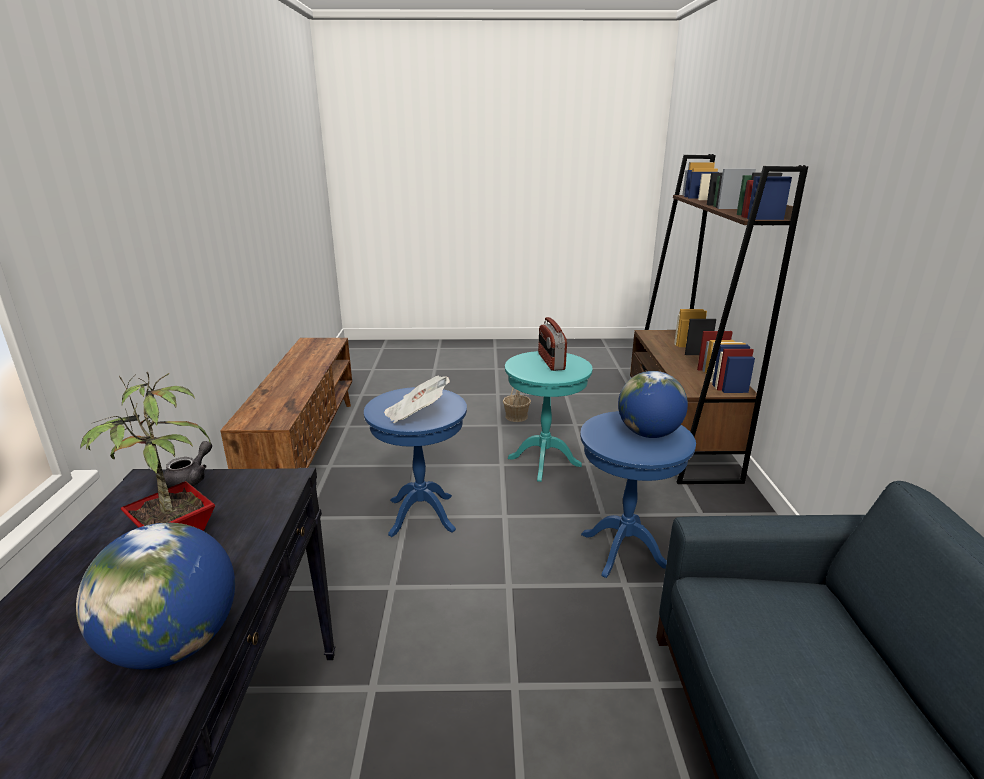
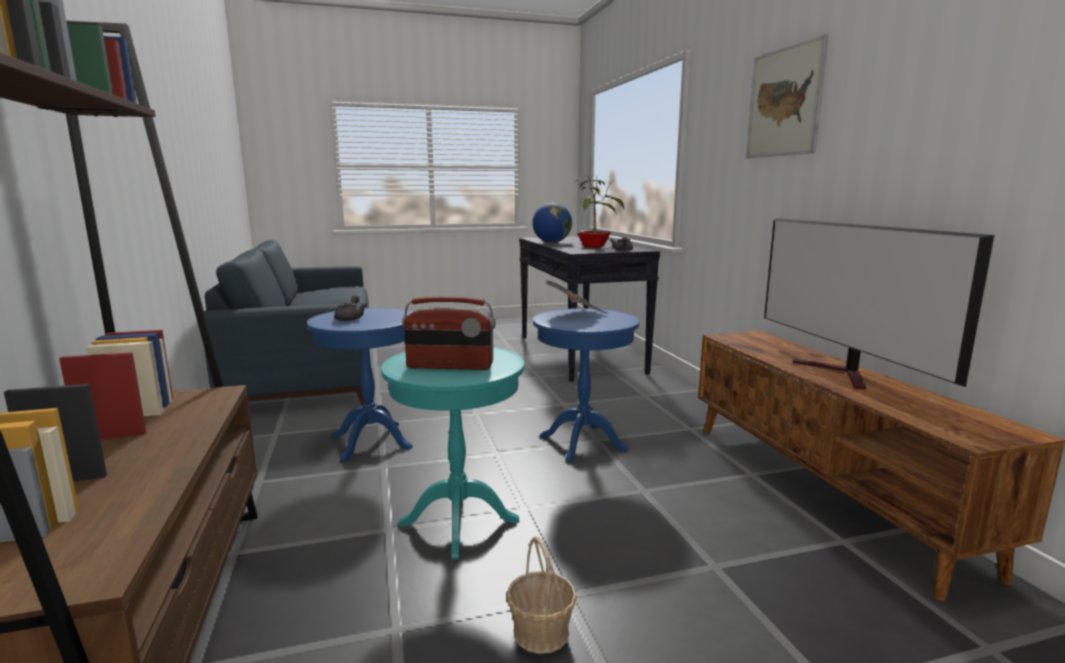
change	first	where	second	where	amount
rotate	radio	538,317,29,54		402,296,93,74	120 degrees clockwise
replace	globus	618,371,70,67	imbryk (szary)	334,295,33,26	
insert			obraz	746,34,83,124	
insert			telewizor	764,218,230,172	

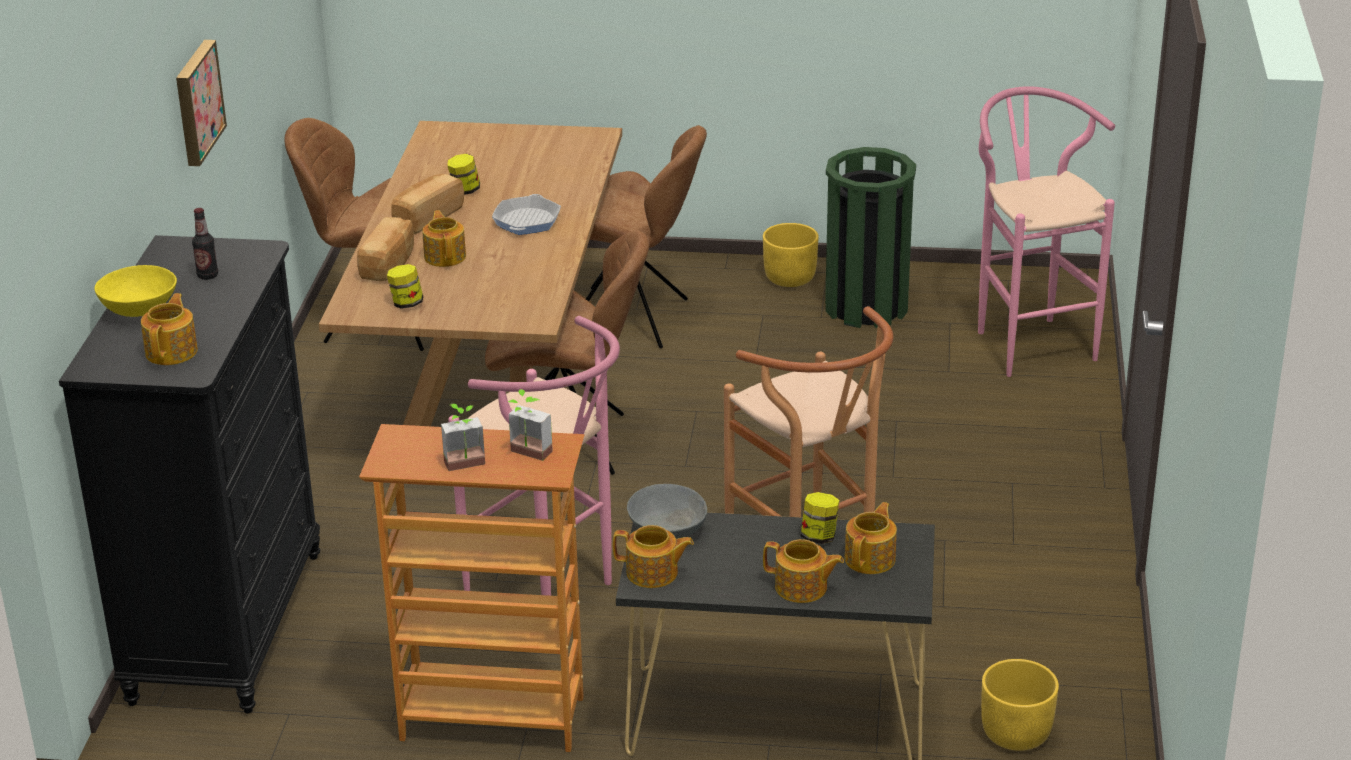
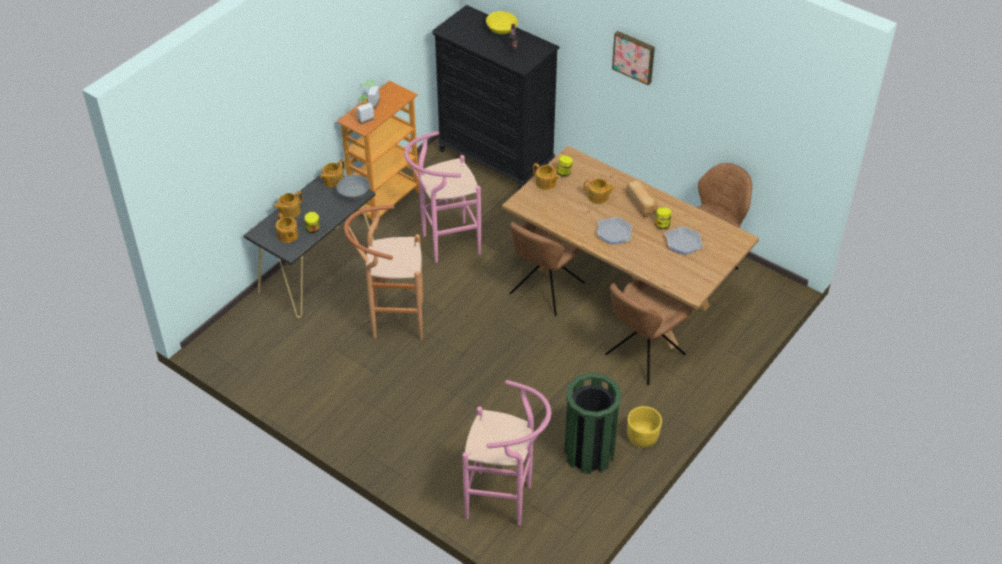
change	first	where	second	where	amount
move	imbryk	141,293,57,72		533,163,28,27	
delete	chleb	357,217,57,64			
delete	donica (żółty)	981,659,78,92			
insert			patelnia	665,226,39,29	

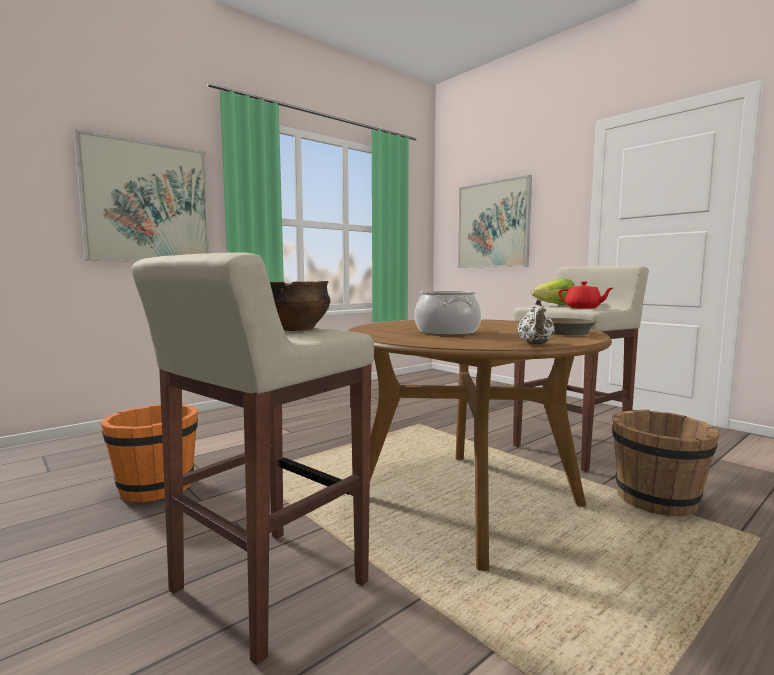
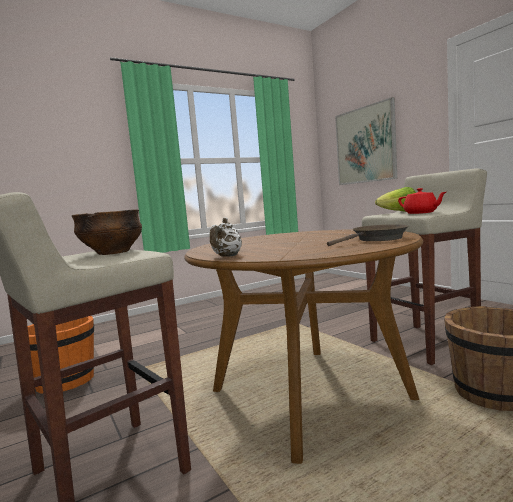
change	first	where	second	where	amount
delete	obraz	74,129,136,132			
delete	garnek	415,291,66,44			
move	imbryk (biały)	517,299,38,46		210,218,32,39	

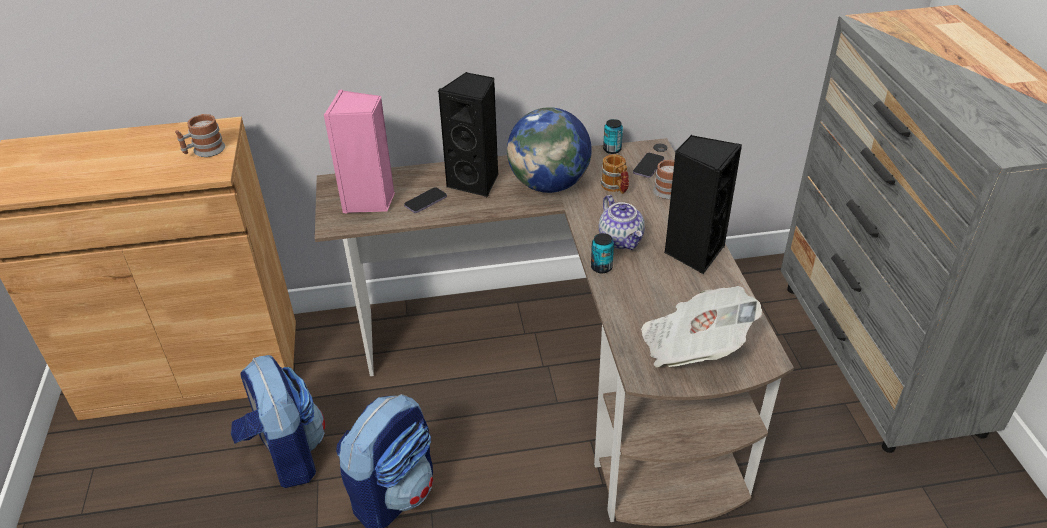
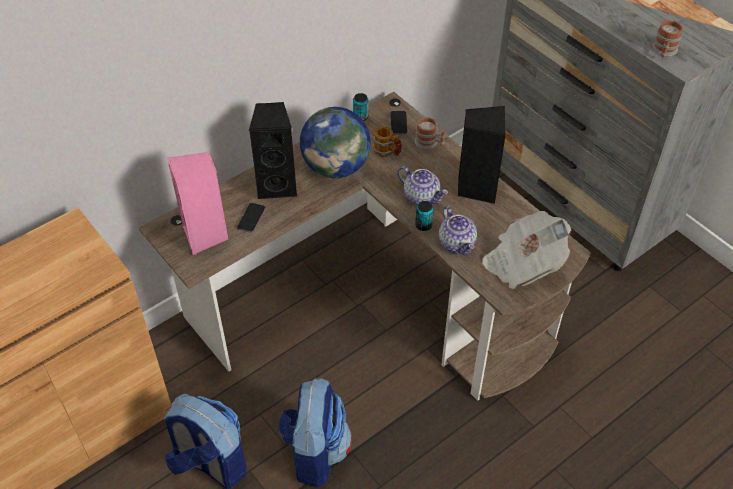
change	first	where	second	where	amount
move	kubek	175,114,50,43		652,20,31,38	
insert			imbryk	439,206,38,49	

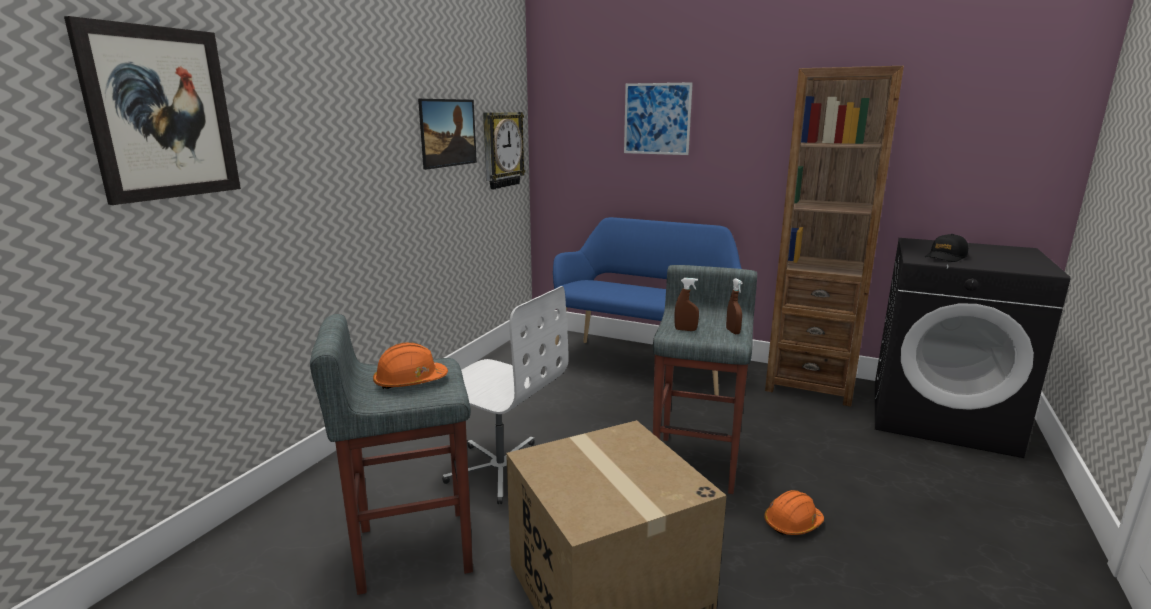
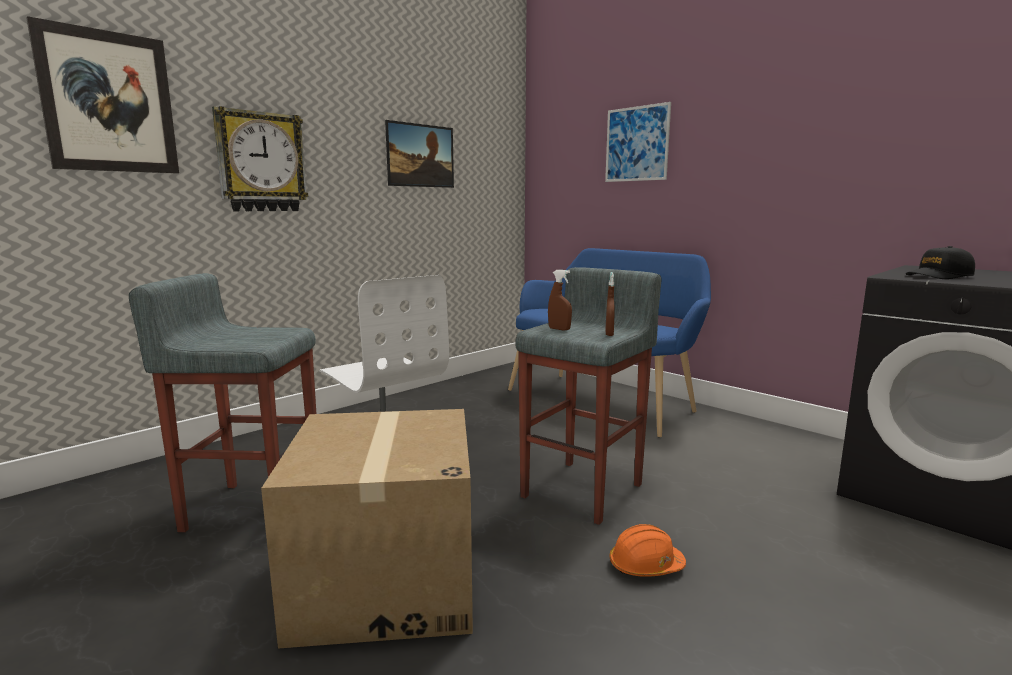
change	first	where	second	where	amount
delete	kask (pomarańczowy)	373,342,75,47			
move	zegar ścienny	483,112,42,77		212,106,96,105	
delete	regał (brązowy)	765,66,139,341			

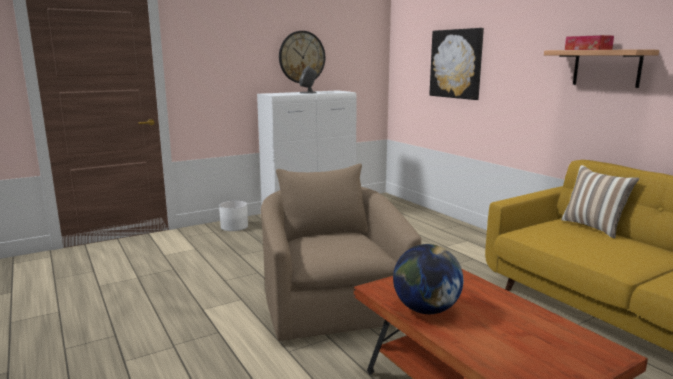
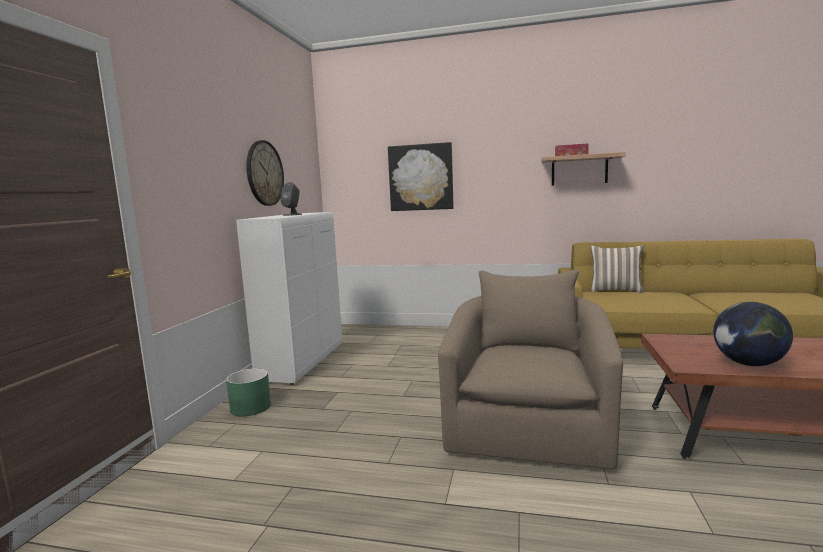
change	first	where	second	where	amount
recolor	donica (biały)	219,201,29,30	donica (zielony)	226,368,45,48	
rotate	fotel (beżowy)	261,164,160,177		438,270,185,200	75 degrees clockwise

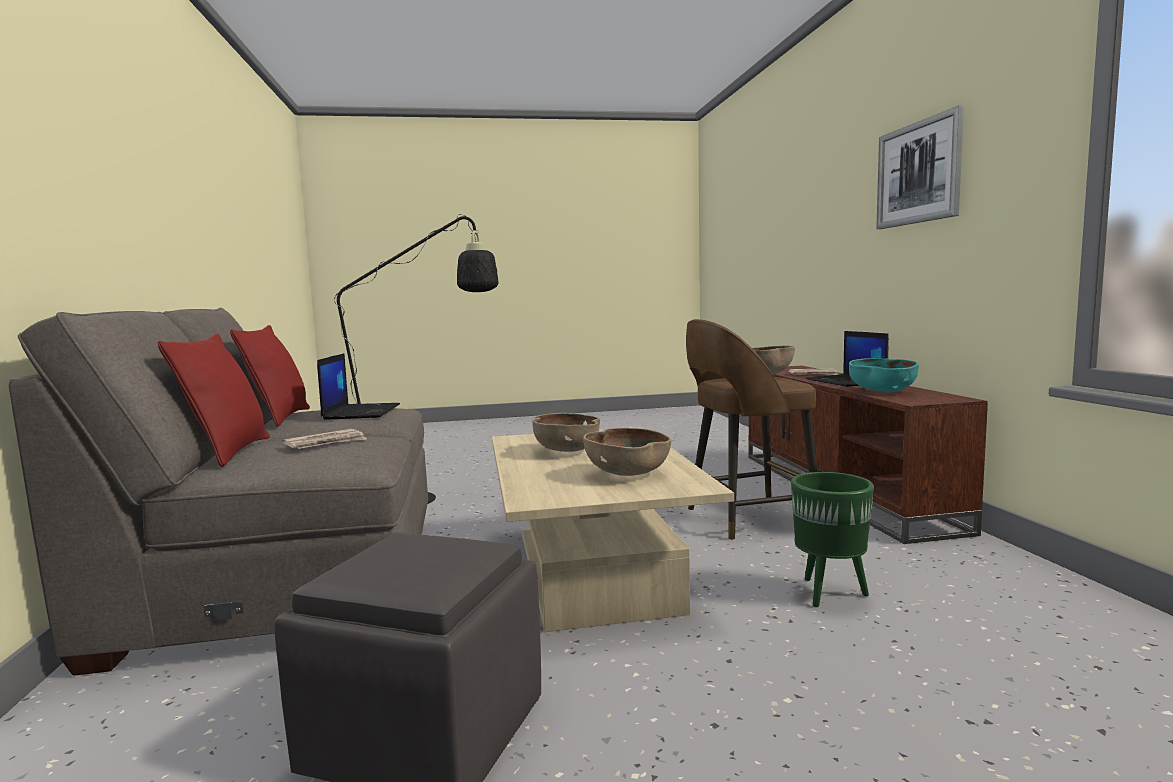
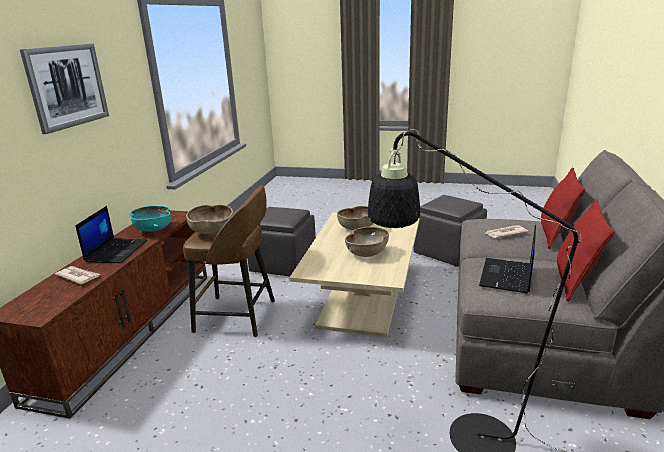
change	first	where	second	where	amount
replace	donica (zielony)	791,472,83,135	pufa (szary)	247,207,69,69	

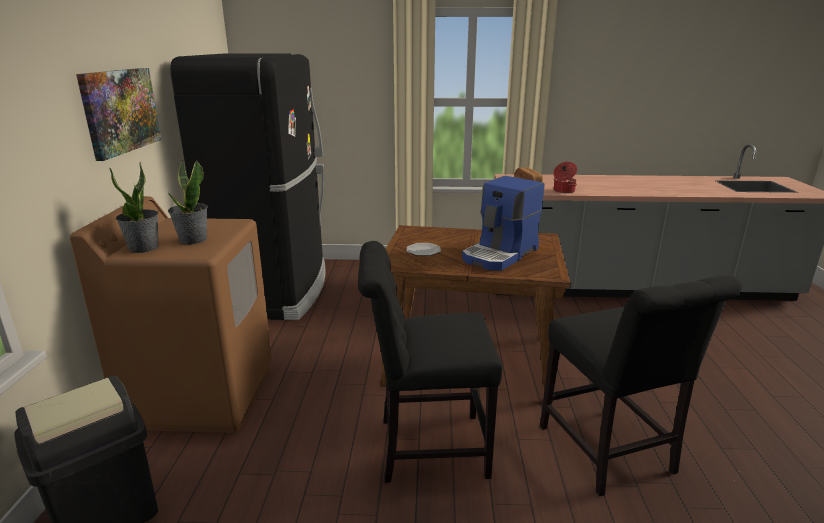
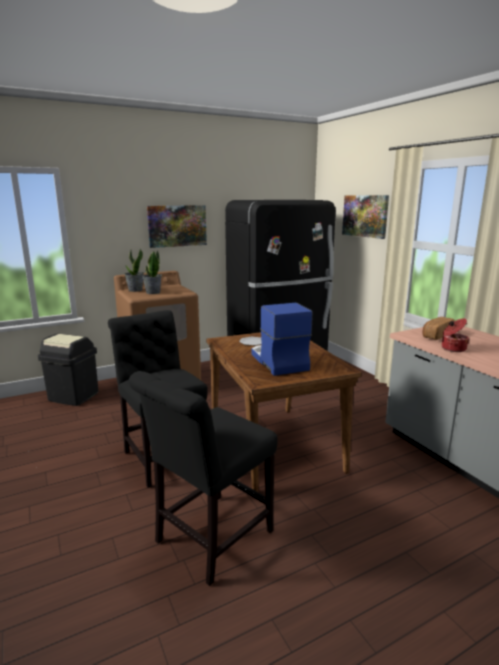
change	first	where	second	where	amount
rotate	ekspres do kawy	462,176,82,95		252,303,61,73	60 degrees clockwise
insert			obraz	342,195,47,44	

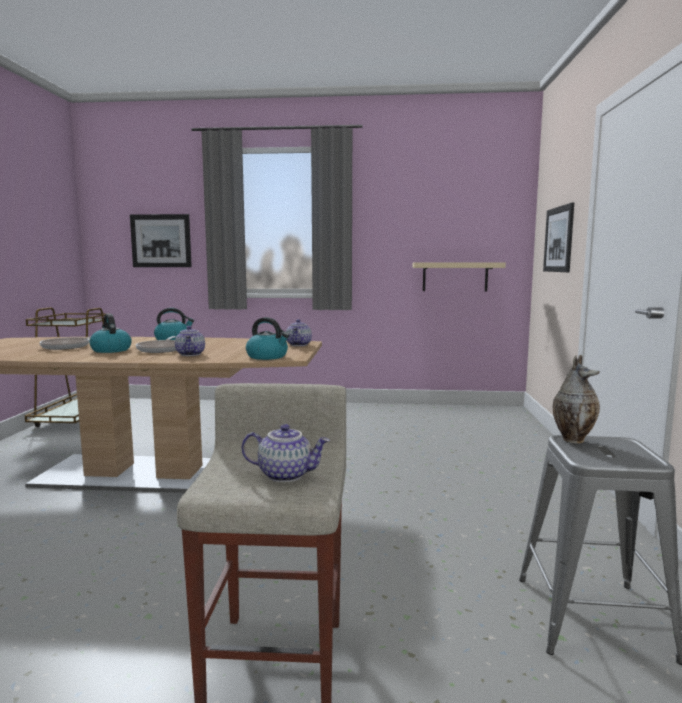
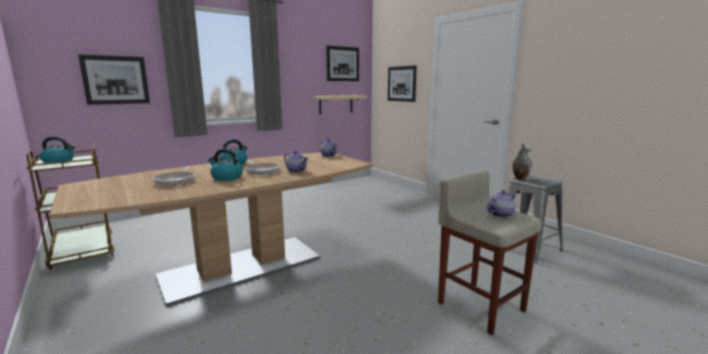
change	first	where	second	where	amount
move	czajnik	246,317,43,43		40,136,35,27	
insert			obraz	326,46,33,35	

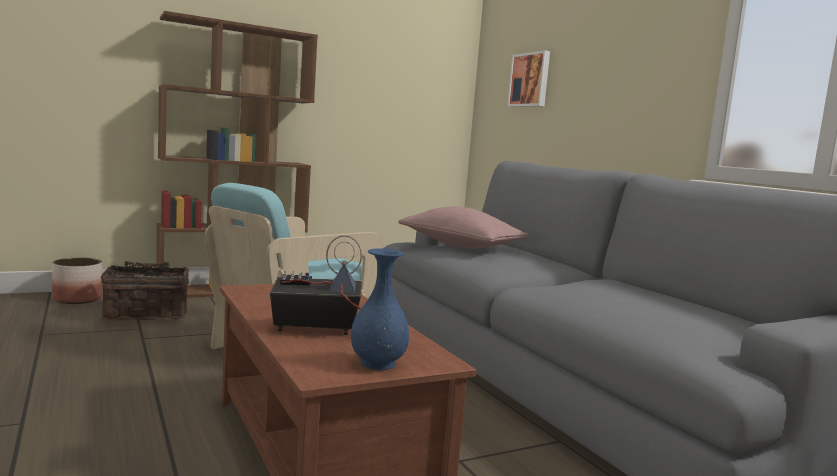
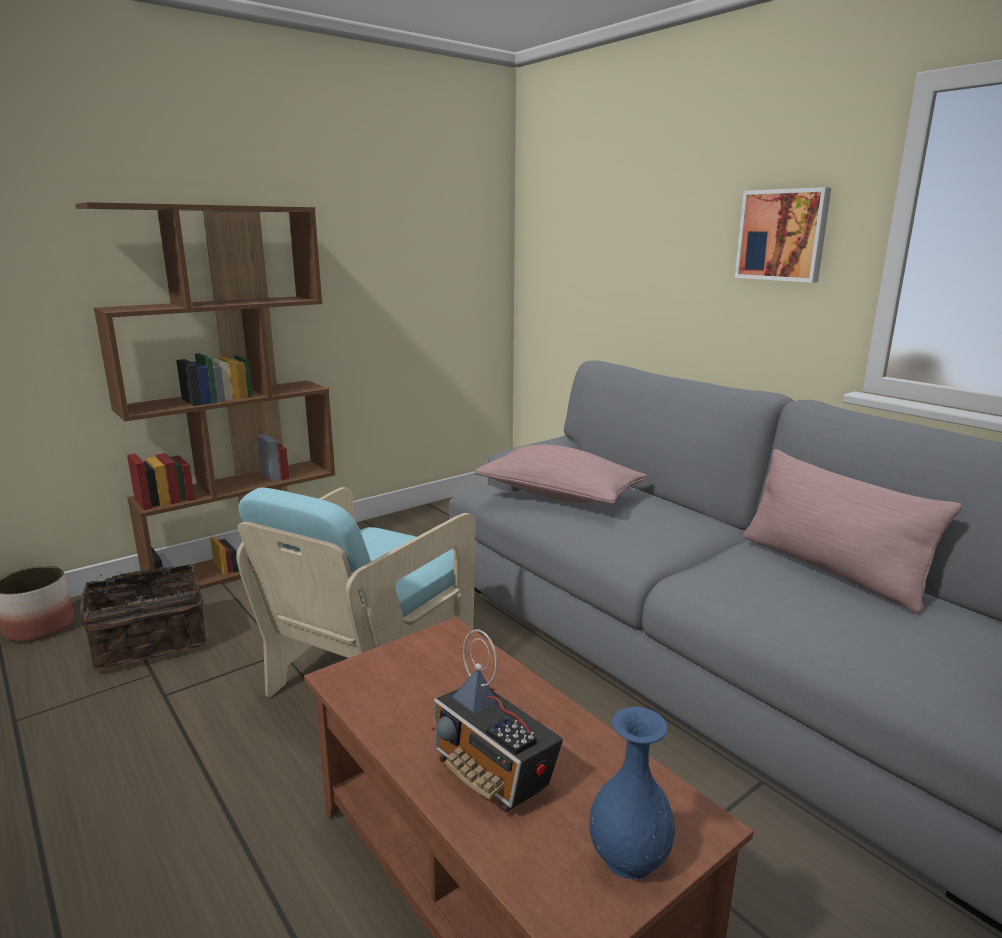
change	first	where	second	where	amount
rotate	radio	270,235,92,100		432,629,131,184	120 degrees counterclockwise
move	obraz	507,50,43,57		735,187,96,96	
insert			poduszka (różowy)	743,449,219,165	

